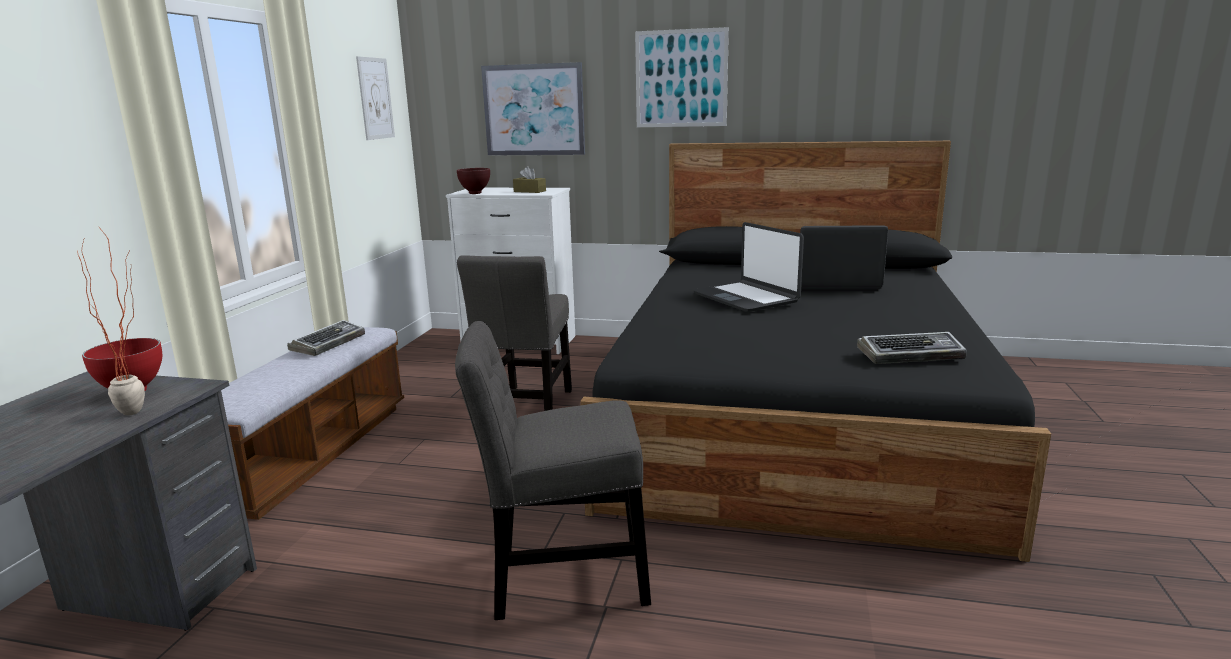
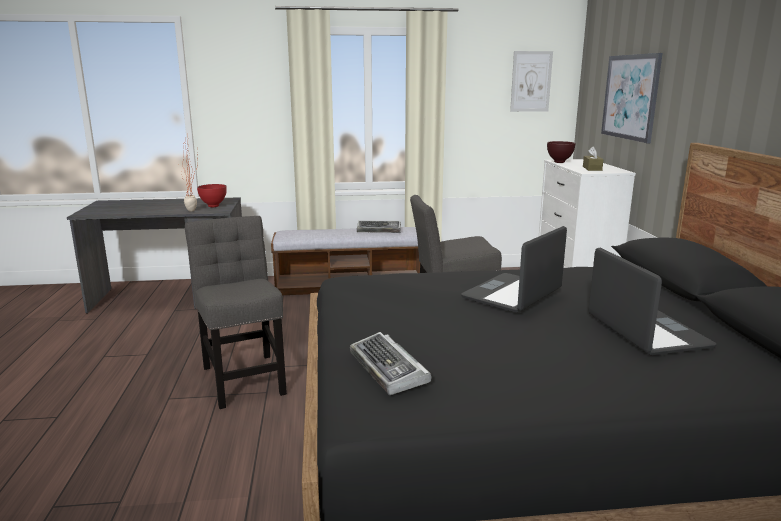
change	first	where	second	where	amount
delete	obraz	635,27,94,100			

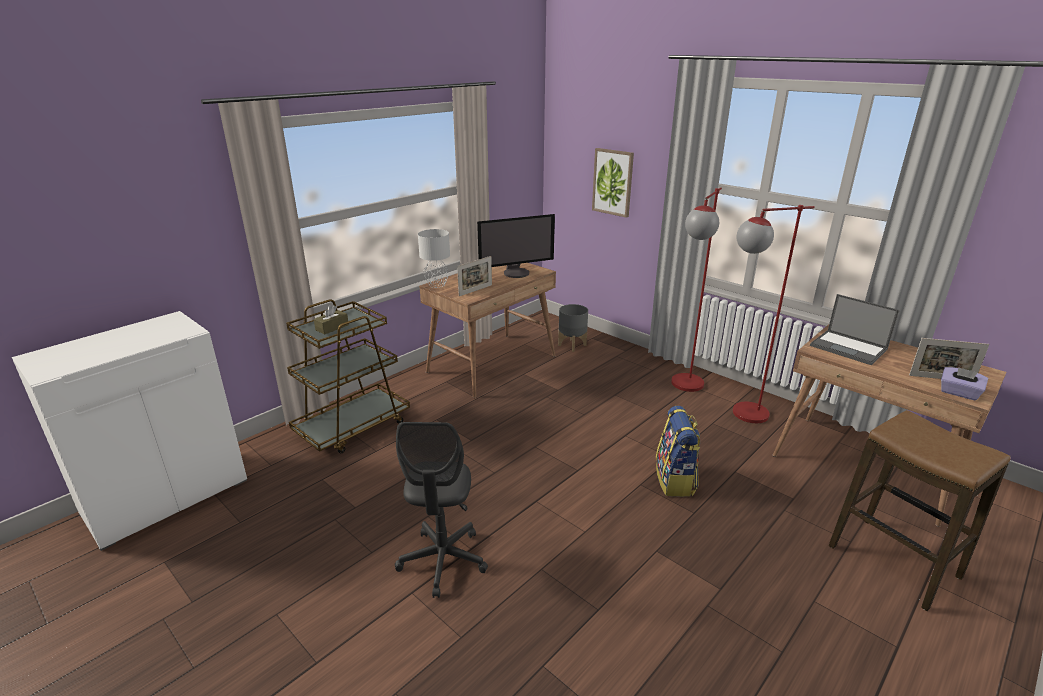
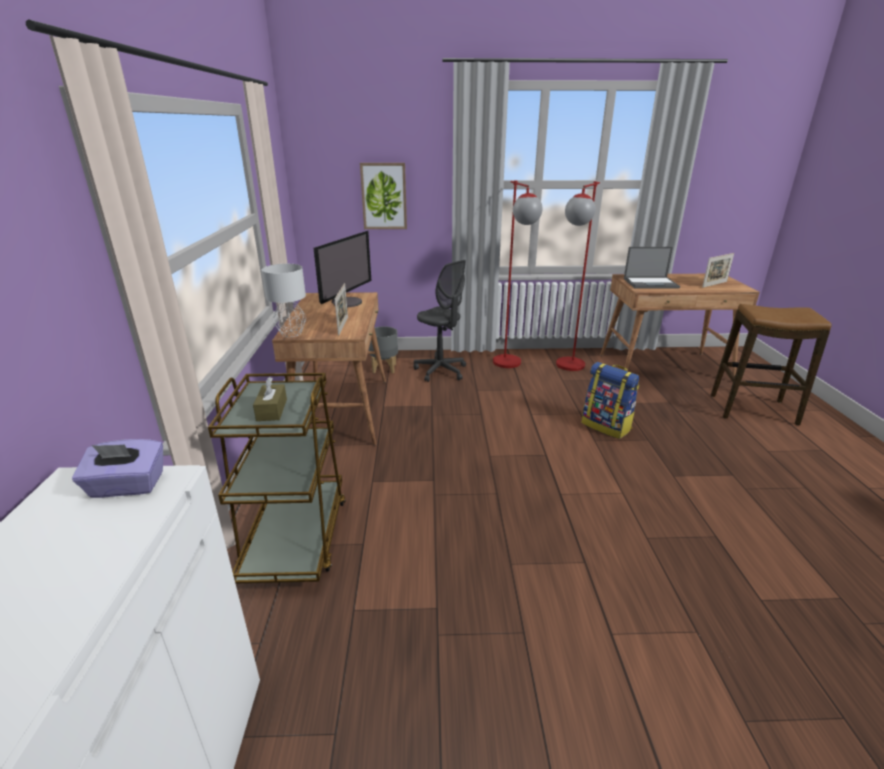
change	first	where	second	where	amount
move	krzesło biurowe (szary)	395,422,93,176		414,260,52,122	
move	pudełko chusteczek (fioletowy)	941,367,47,34		72,439,91,59	

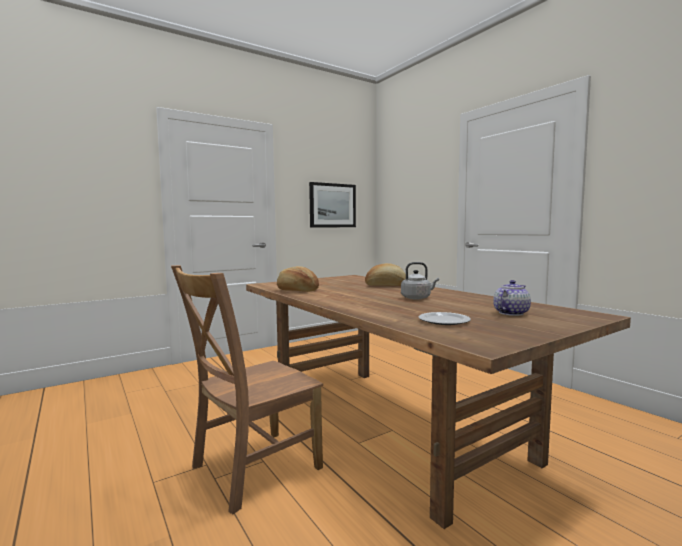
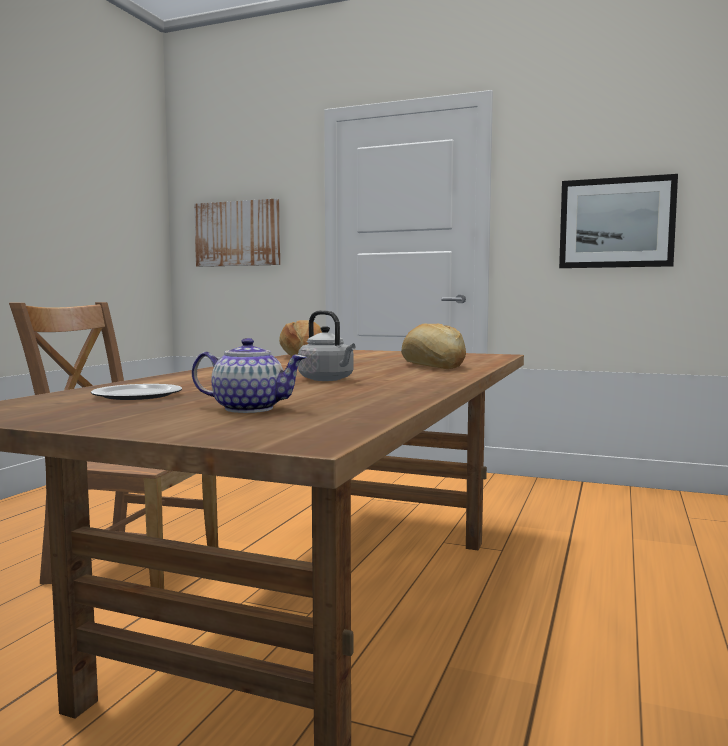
change	first	where	second	where	amount
insert			obraz	194,198,86,69	

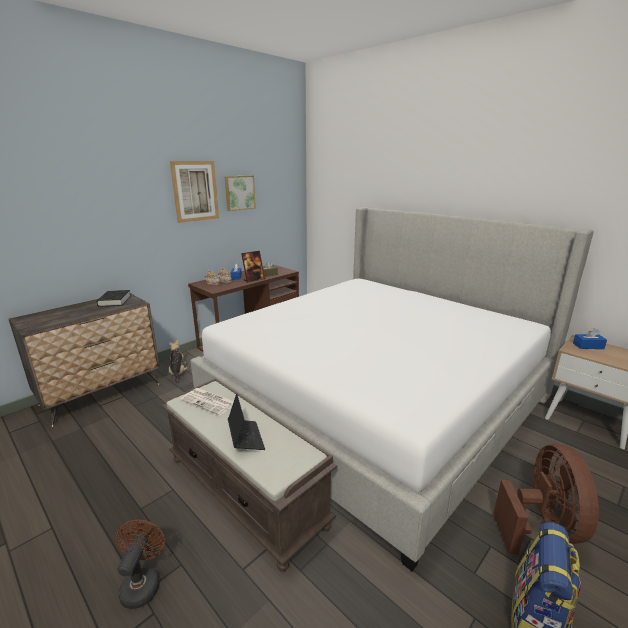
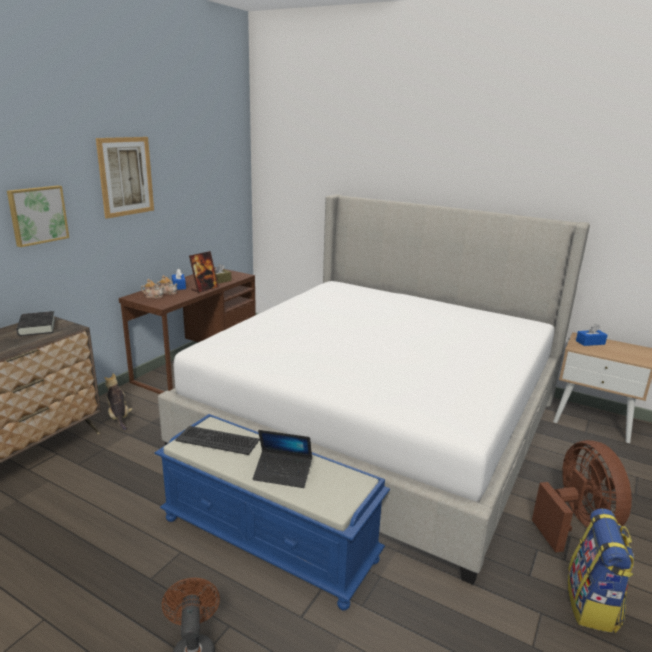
change	first	where	second	where	amount
recolor	ławka (brązowy)	162,379,175,192	ławka (niebieski)	155,414,235,196	
replace	gazeta	180,388,54,27	klawiatura	175,426,85,29	
move	obraz	225,175,31,36		7,185,62,62	
rotate	laptop	228,394,37,56		253,430,59,58	135 degrees clockwise

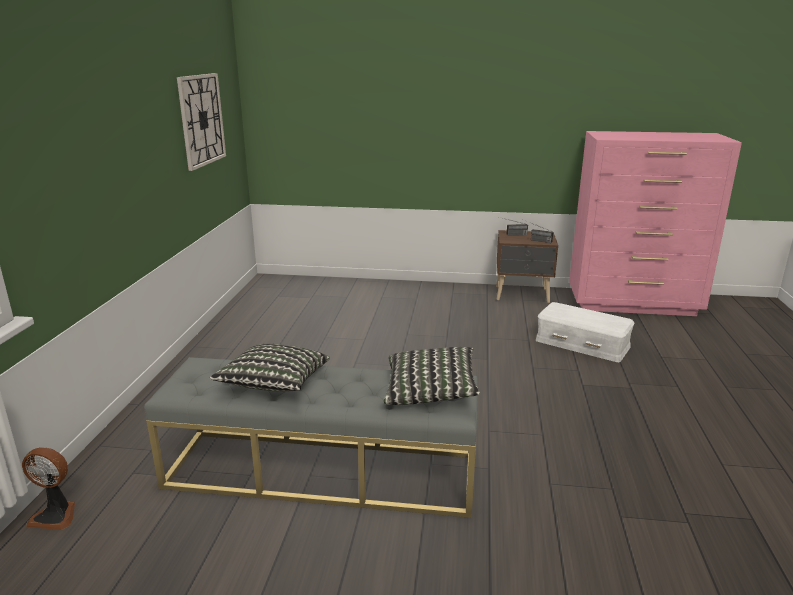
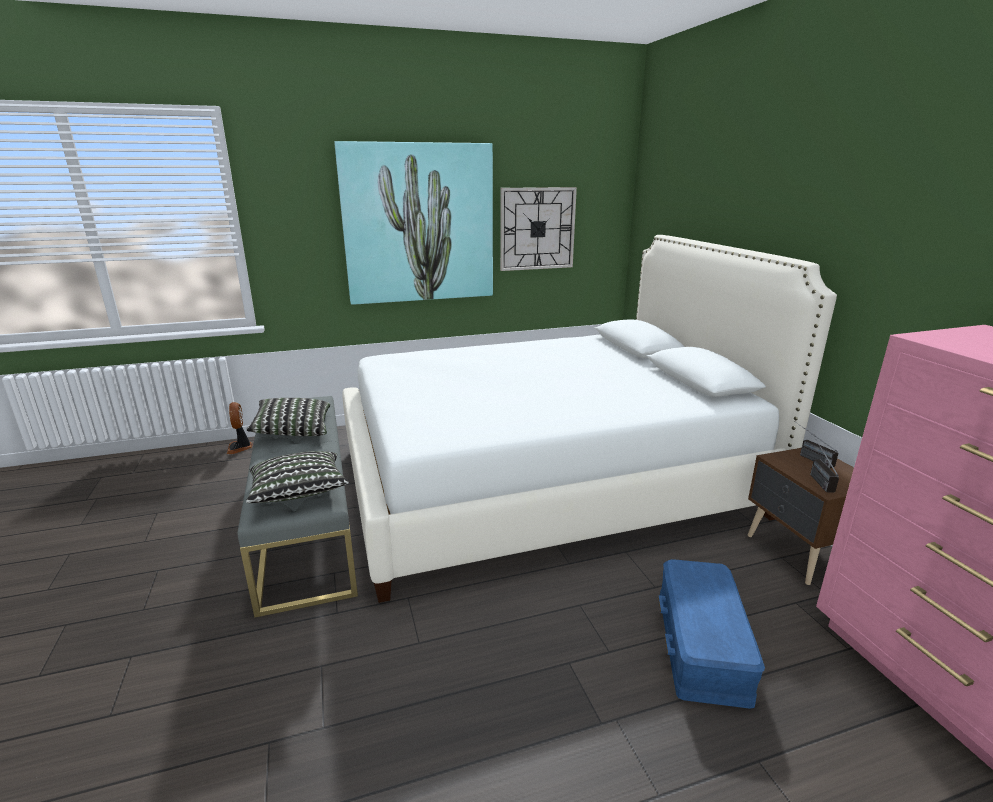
change	first	where	second	where	amount
recolor	pojemnik do przechowywania (biały)	536,302,99,60	pojemnik do przechowywania (niebieski)	658,559,107,150	
insert			obraz	334,141,159,164	
insert			łóżko (biały)	342,235,495,368	

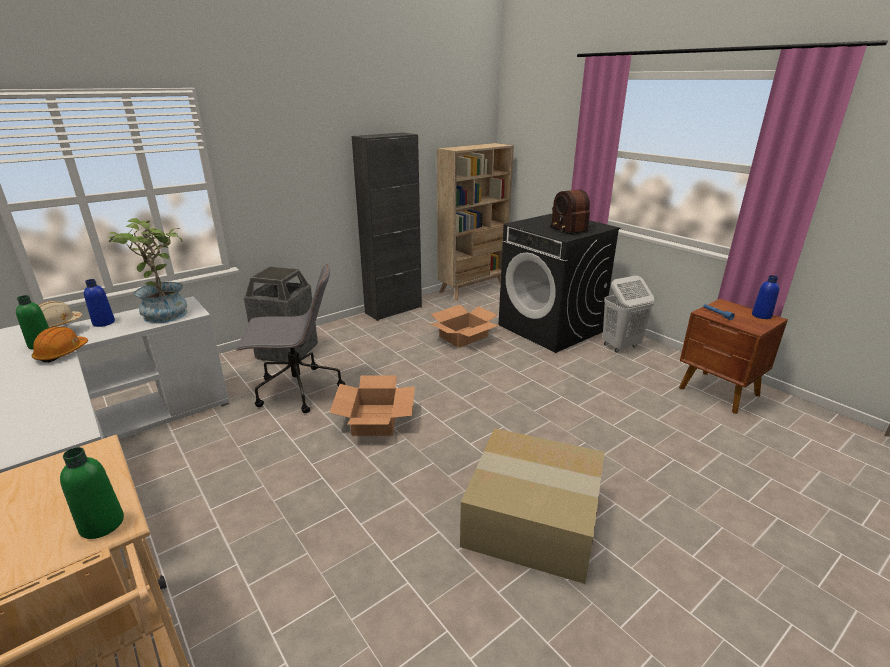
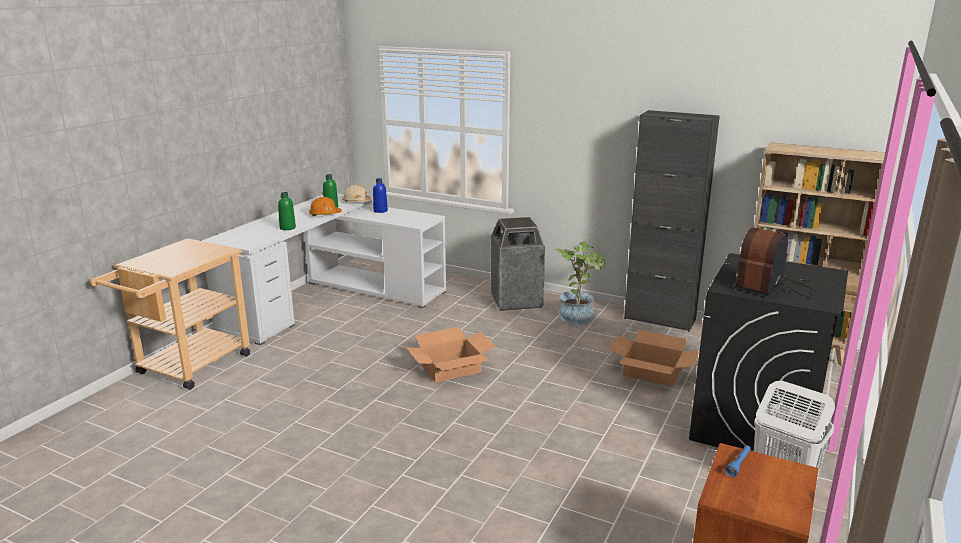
change	first	where	second	where	amount
move	butelka (zielony)	60,447,64,92		278,192,18,38	
move	roślina doniczkowa	107,218,81,106		555,242,50,82	
delete	krzesło biurowe (szary)	235,264,110,149			
delete	karton	460,428,145,156			
delete	butelka (niebieski)	752,275,27,44			

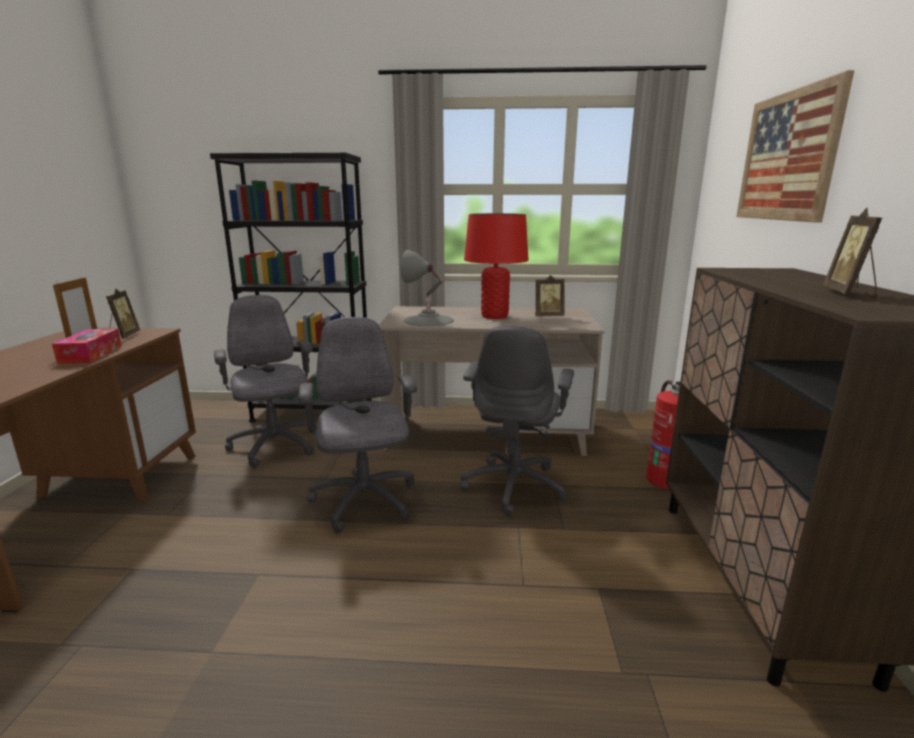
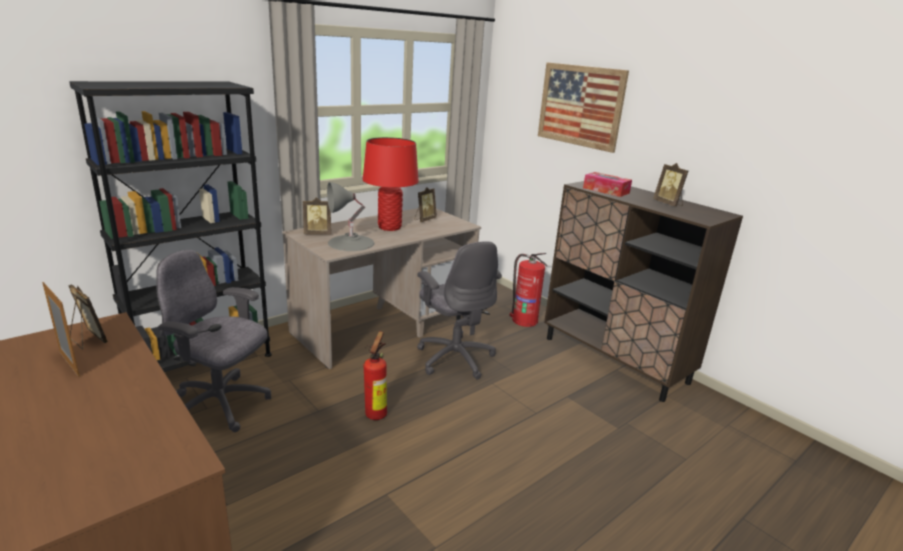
change	first	where	second	where	amount
move	pudełko chusteczek	52,329,70,35		583,172,49,25	
replace	krzesło biurowe (szary)	299,317,118,216	gaśnica	364,332,23,88	
insert			ramka na zdjęcie	303,197,28,37	

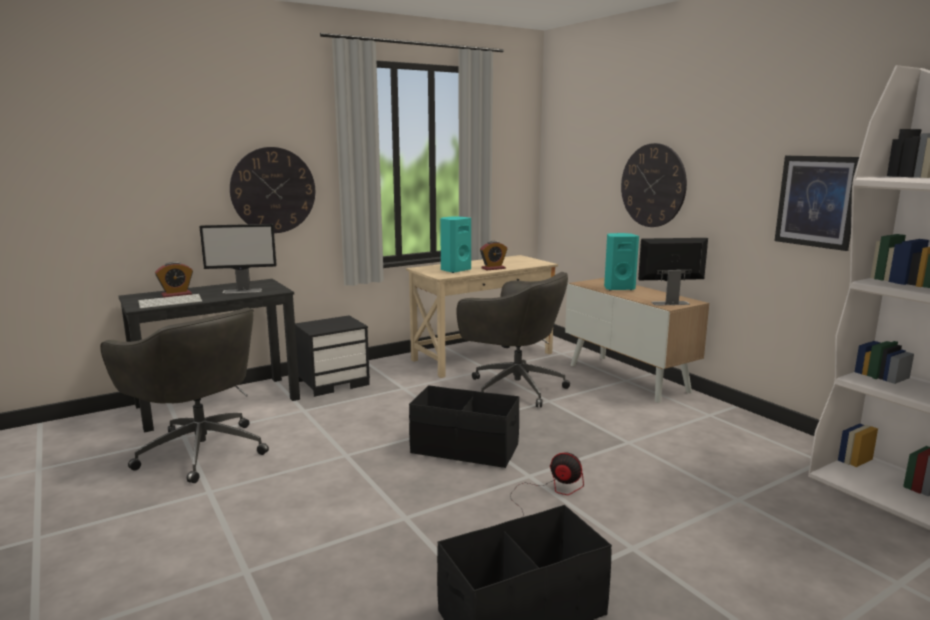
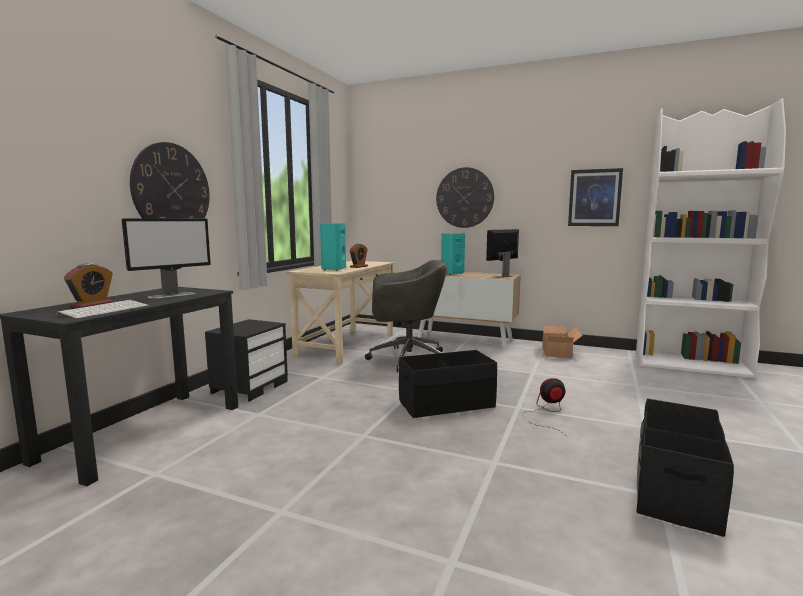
change	first	where	second	where	amount
delete	krzesło biurowe (szary)	100,308,169,175			
insert			karton	539,324,44,34	

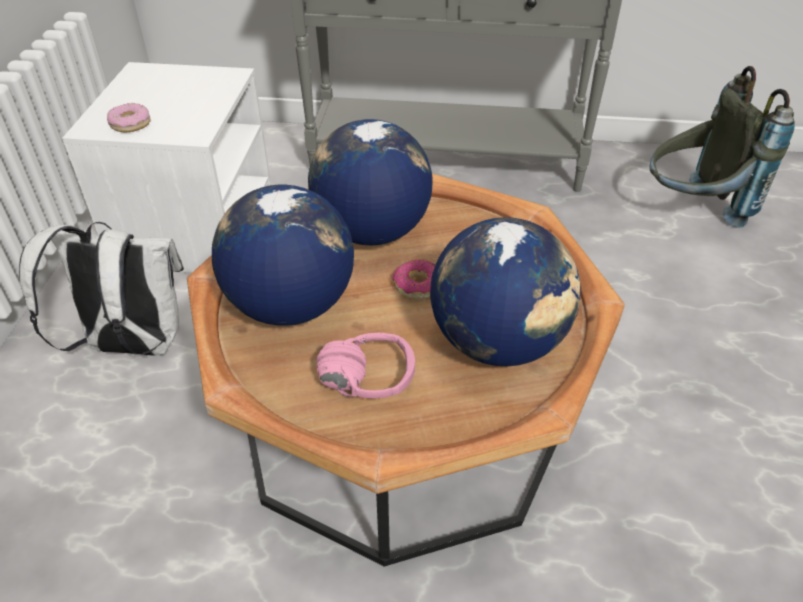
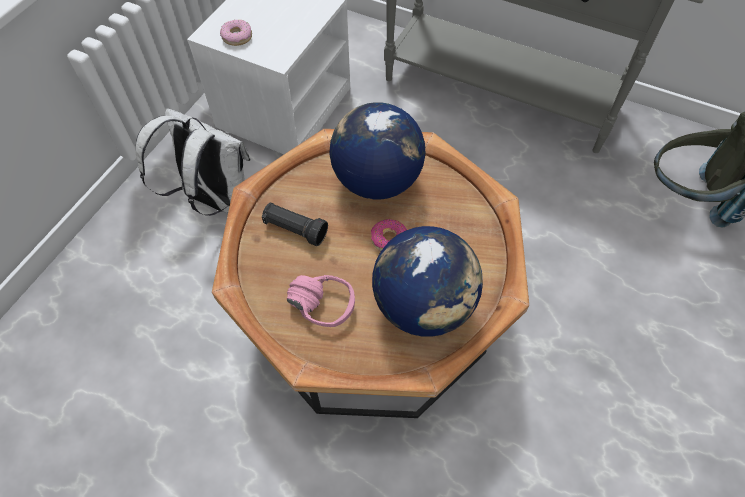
change	first	where	second	where	amount
replace	globus	212,185,142,141	latarka (czarny)	262,203,66,43	

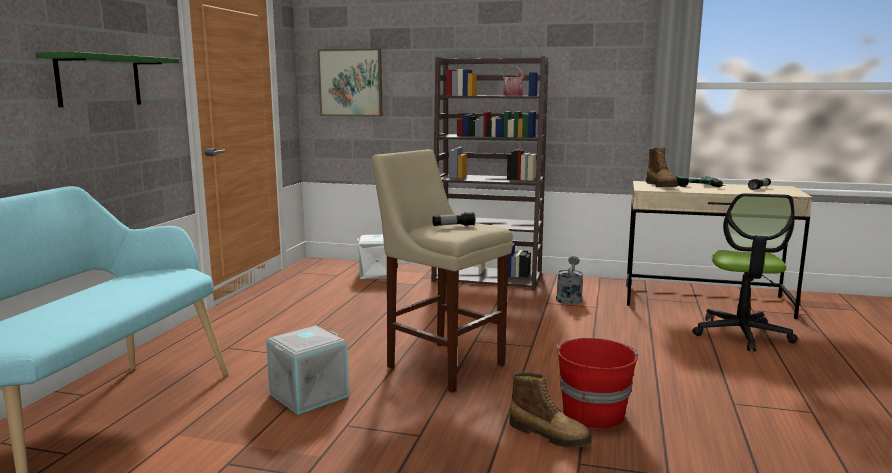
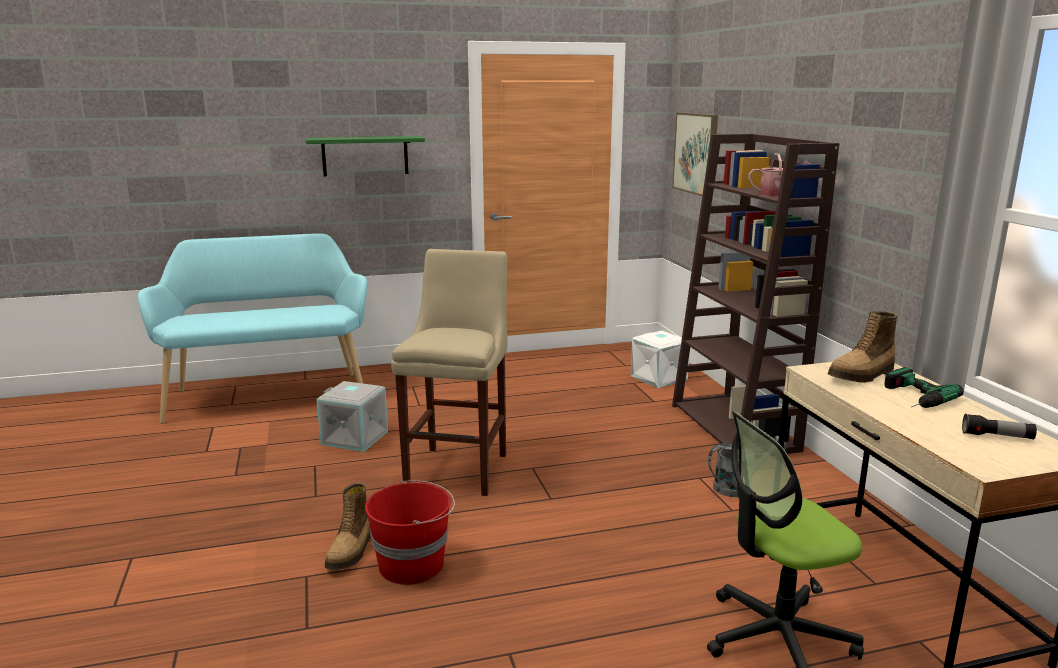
change	first	where	second	where	amount
delete	latarka	432,212,44,14			

